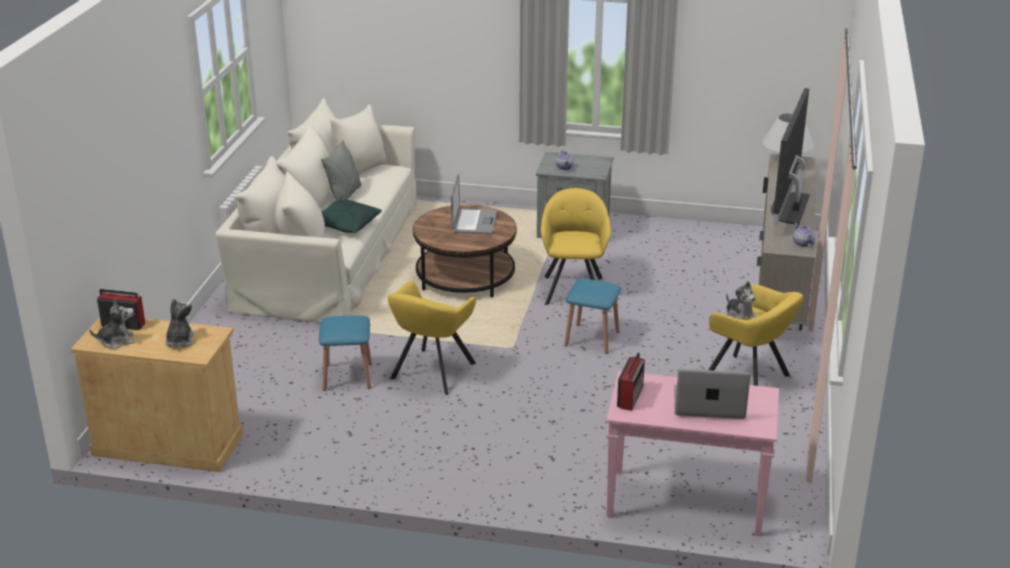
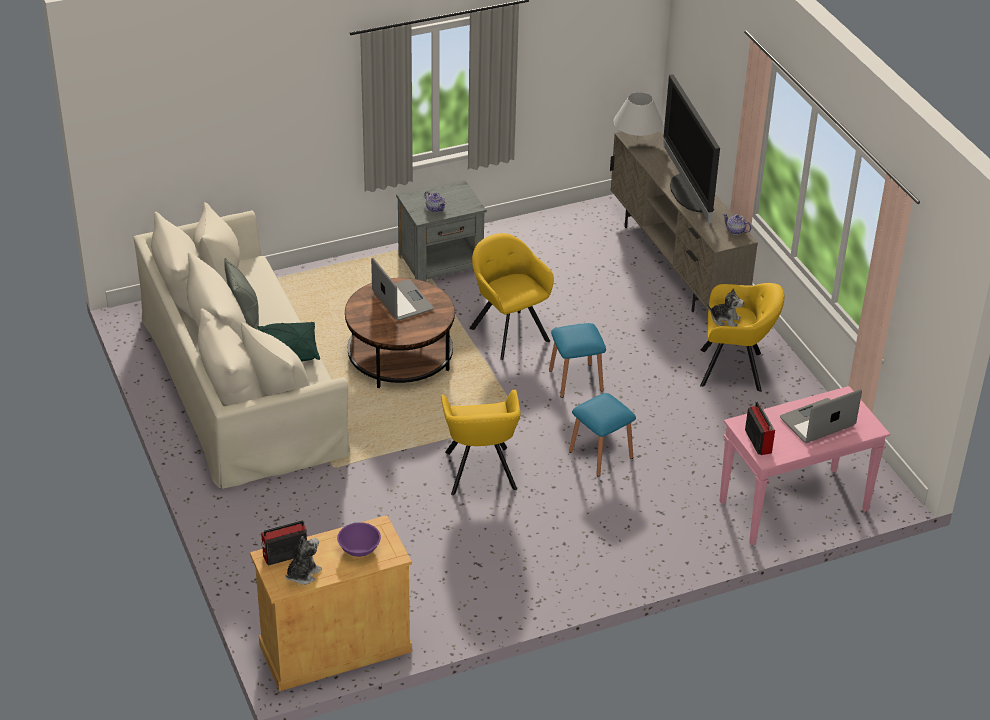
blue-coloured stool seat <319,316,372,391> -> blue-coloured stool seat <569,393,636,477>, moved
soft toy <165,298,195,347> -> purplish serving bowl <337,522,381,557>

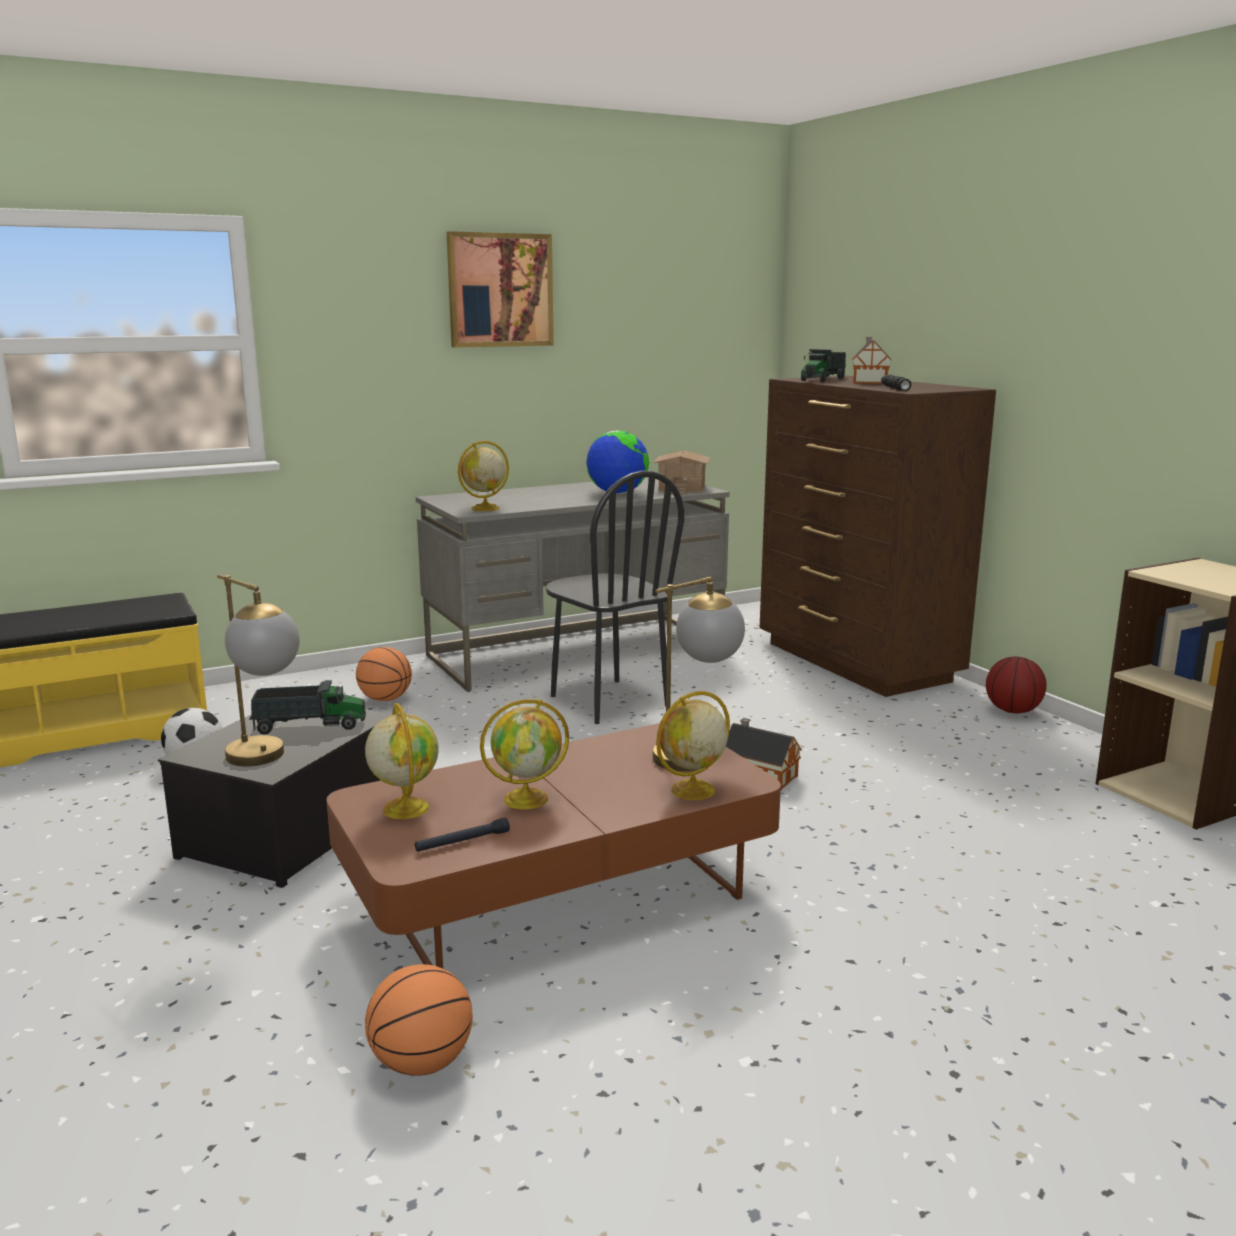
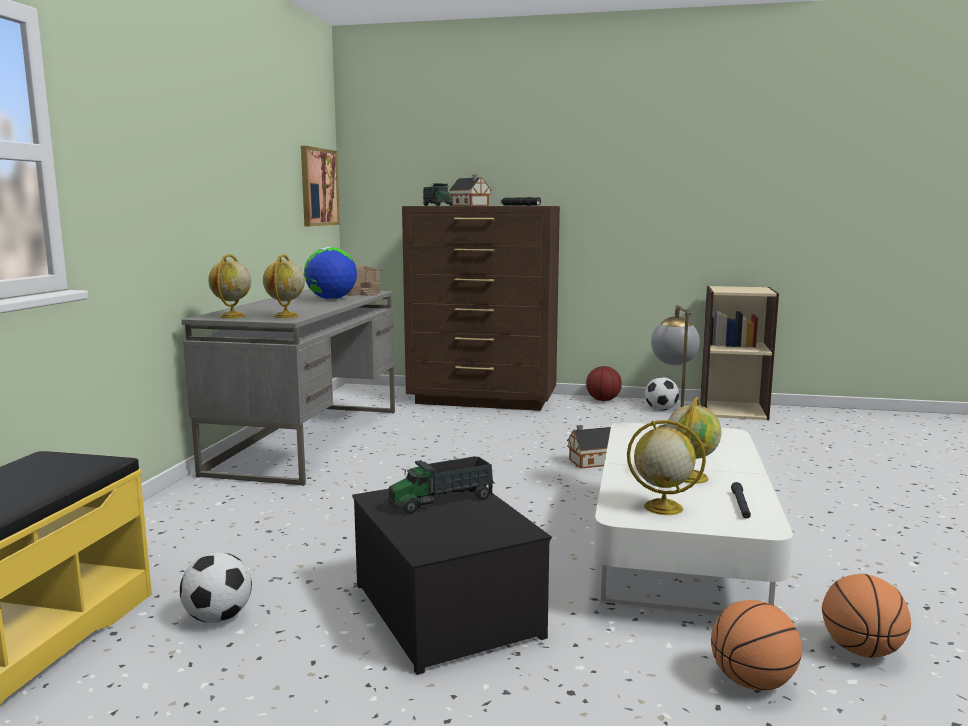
table lamp <217,575,300,767> -> none
black-coloured upright chair <546,471,684,724> -> none
none -> football ball <645,377,679,411>
basketball <356,647,412,701> -> basketball <711,600,802,690>, moved
picture <447,231,554,348> -> picture <301,146,340,226>, moved
world globe <656,691,730,800> -> world globe <208,254,251,318>, moved
brown-coloured low table <327,723,781,968> -> whitish low table <594,422,793,615>
toy lorry <249,680,366,735> -> toy lorry <389,456,495,514>, 150 degrees counterclockwise

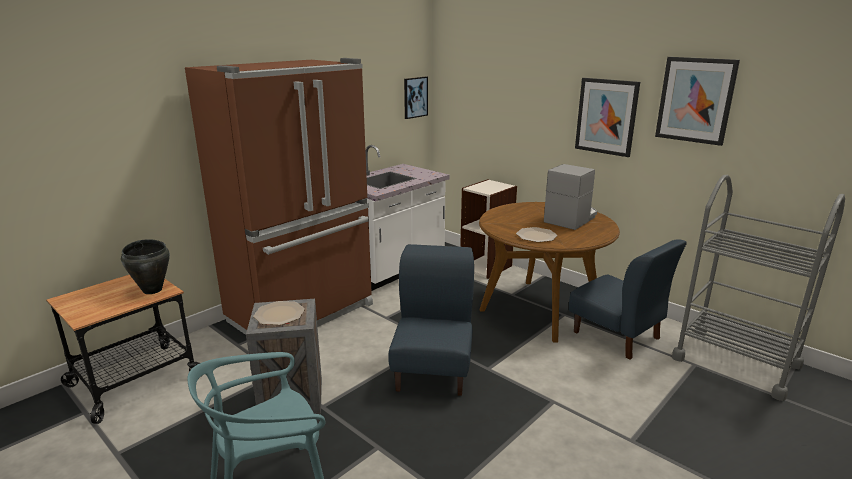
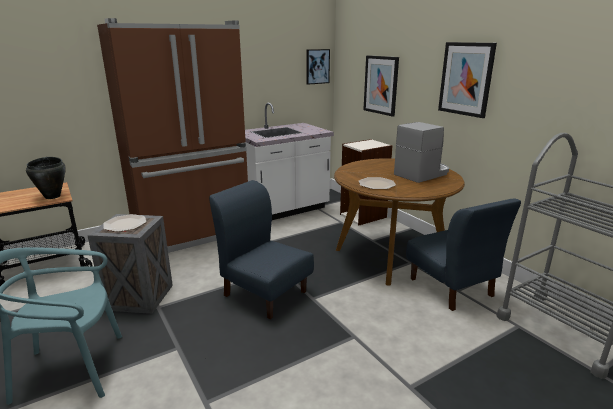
picture <655,57,740,146> -> picture <363,55,399,117>, moved
blue-coloured upright chair <388,244,474,396> -> blue-coloured upright chair <209,180,314,319>, 75 degrees counterclockwise

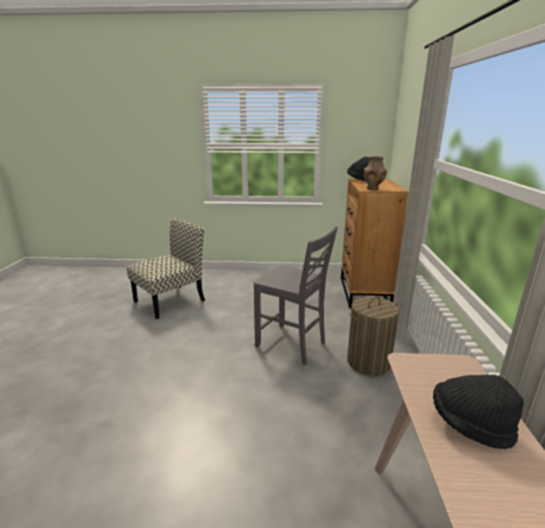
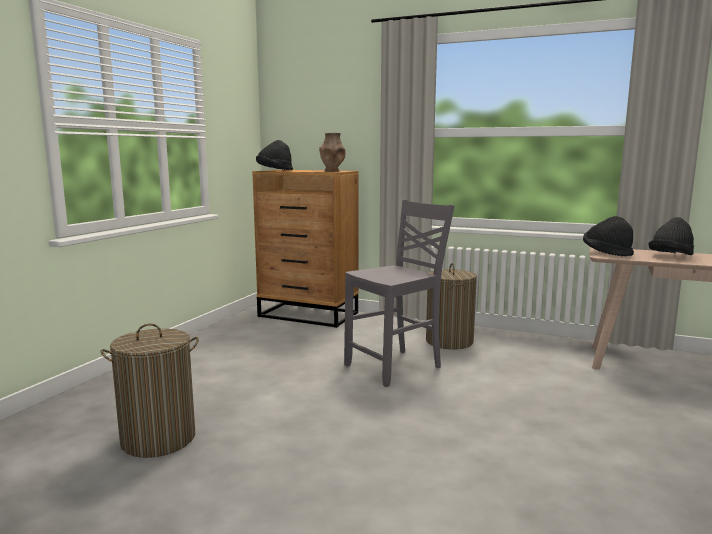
none -> black-coloured clothing hat <583,216,634,257>
upright chair <127,218,205,319> -> laundry basket <100,323,199,458>

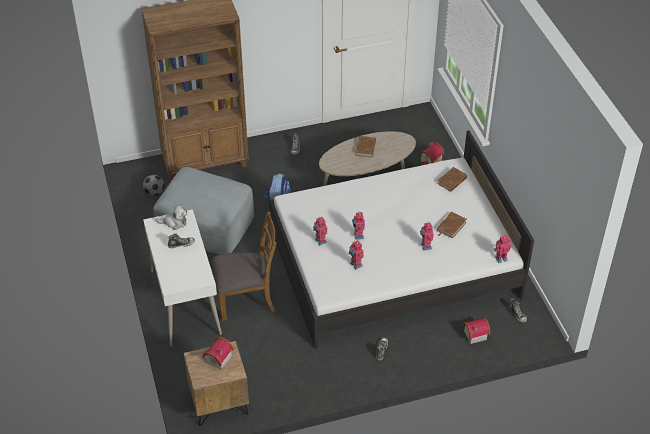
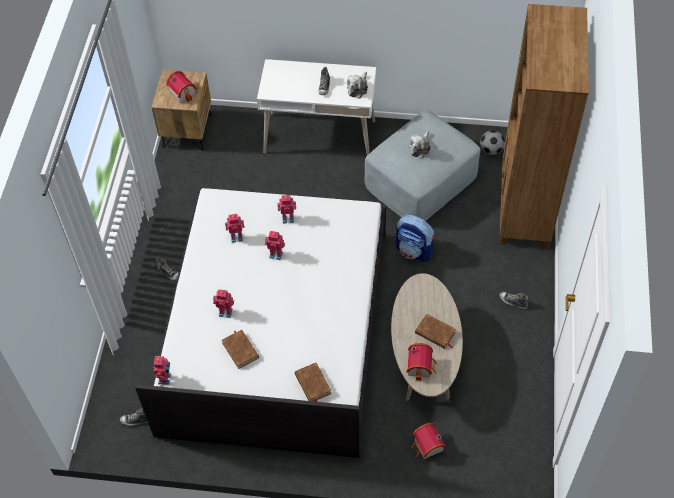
brown-coloured upright chair <213,211,276,321> -> none
none -> soft toy <409,131,431,159>
model house <462,317,490,344> -> model house <407,343,437,381>, moved

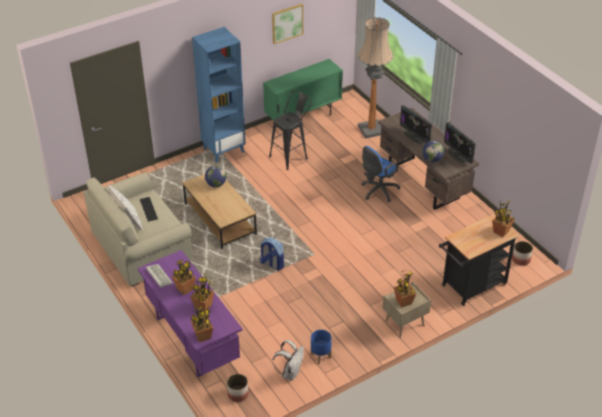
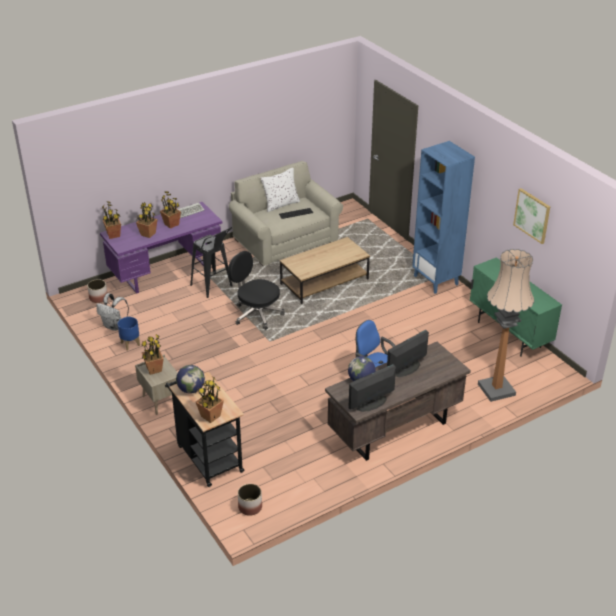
world globe <205,166,226,187> -> world globe <176,365,205,394>, moved
black-coloured stool seat <269,90,311,170> -> black-coloured stool seat <190,227,232,298>, moved
knapsack <260,237,284,271> -> black-coloured office chair <228,251,285,330>

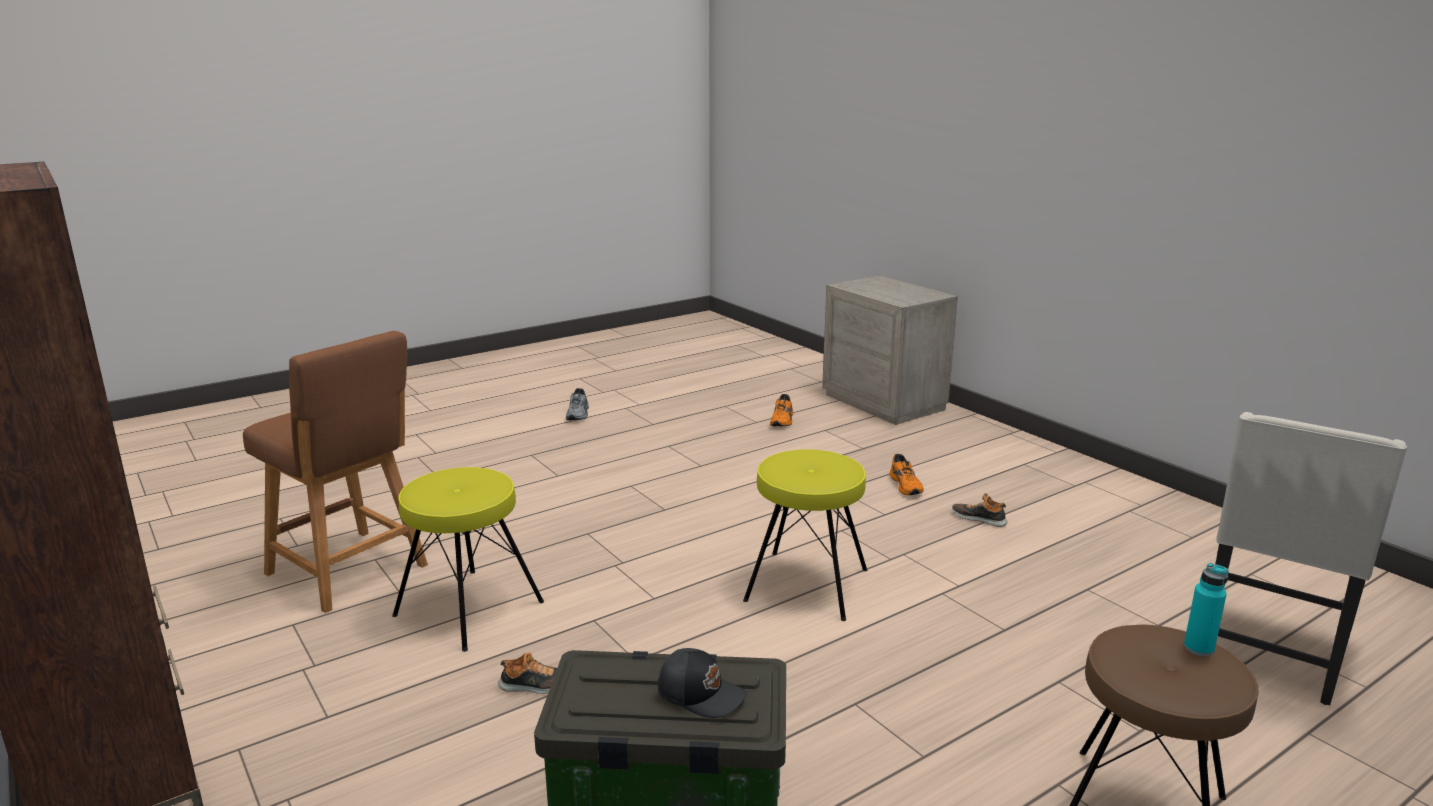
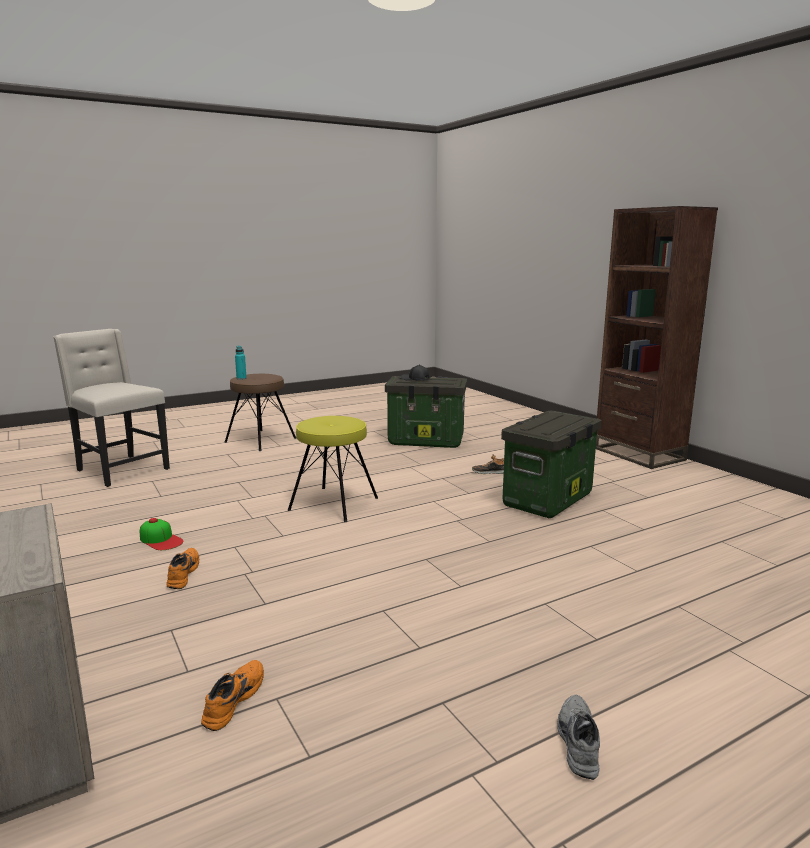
brown-coloured stool seat <243,331,428,613> -> none
yellow stool seat <392,467,544,652> -> storage bin <501,411,602,518>
item of footwear <952,493,1008,527> -> peaked cap <140,518,183,550>
beige upright chair <1215,412,1408,705> -> beige upright chair <53,329,170,487>, 90 degrees counterclockwise

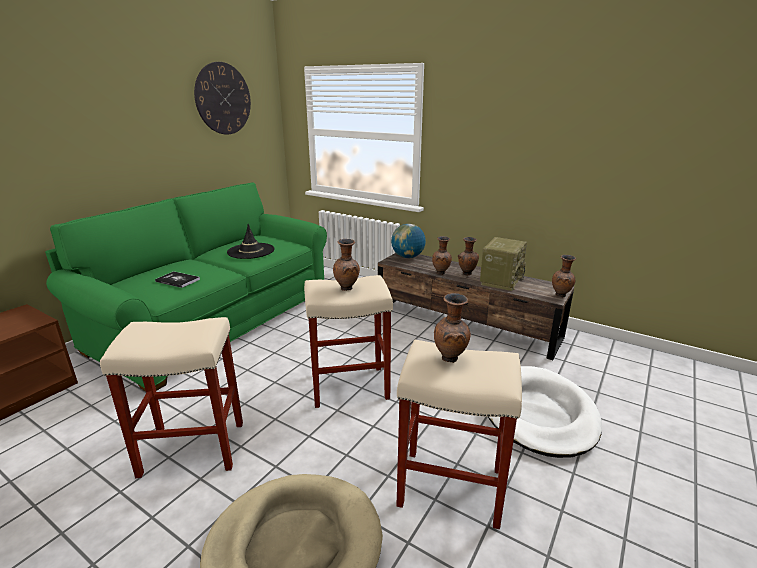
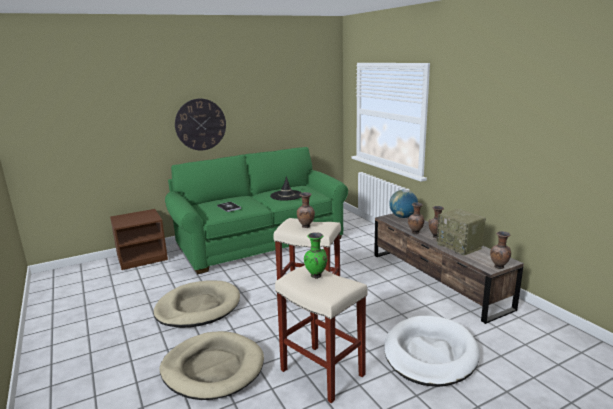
clock on the wall <194,62,251,134> -> clock on the wall <175,99,226,150>, moved
beige stool seat <100,317,243,478> -> beige pet bed <154,281,240,328>
brown-coloured decorative vase <434,293,471,363> -> greenish decorative vase <304,232,327,279>
radio receiver <480,237,527,291> -> radio receiver <437,209,486,256>, 90 degrees clockwise

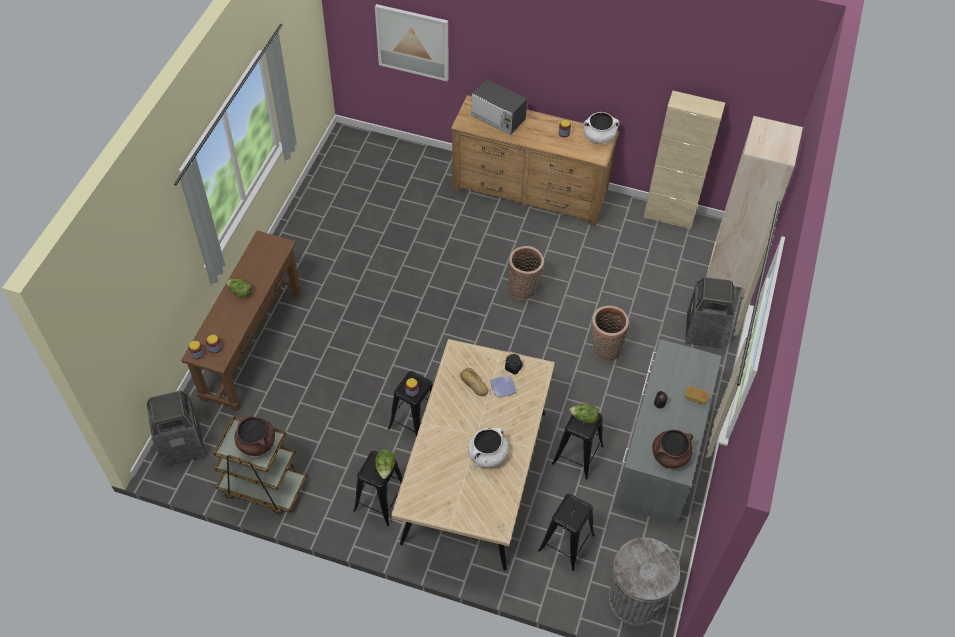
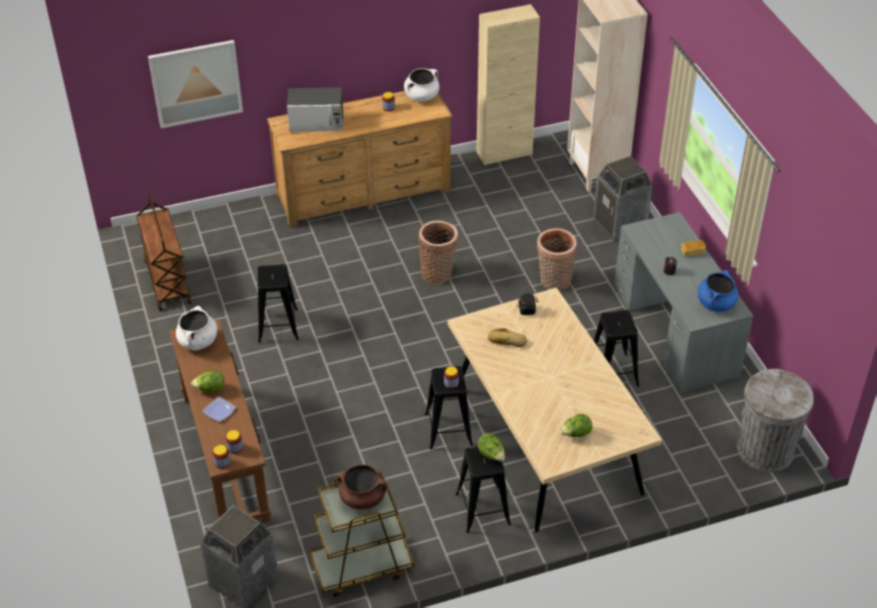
none -> brown-coloured cart <136,193,191,311>
whitish saucepot <468,428,508,468> -> whitish saucepot <176,306,217,351>, moved
flat dish <490,375,517,397> -> flat dish <202,397,236,422>, moved
black-coloured stool seat <538,494,595,571> -> black-coloured stool seat <257,264,299,343>, moved
lettuce head <569,404,598,424> -> lettuce head <560,414,593,437>, moved
brown-coloured saucepot <652,430,693,468> -> blue-coloured saucepot <698,270,738,312>

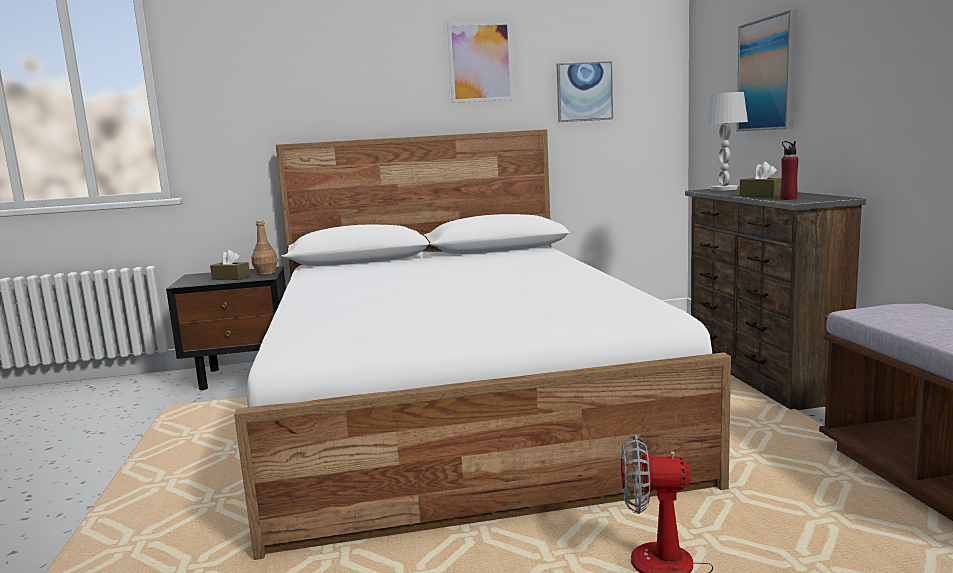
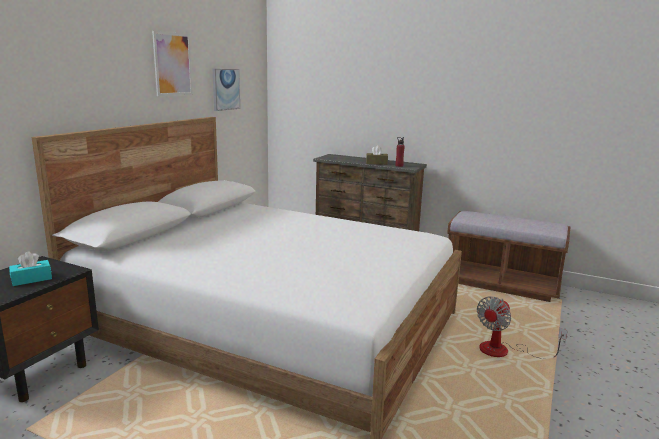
brown-coloured beverage bottle <251,220,278,275> -> none
whitish table lamp <703,92,748,191> -> none
picture <737,10,797,131> -> none
brown-coloured box of tissues <210,250,250,280> -> turquoise-coloured box of tissues <9,252,52,286>

